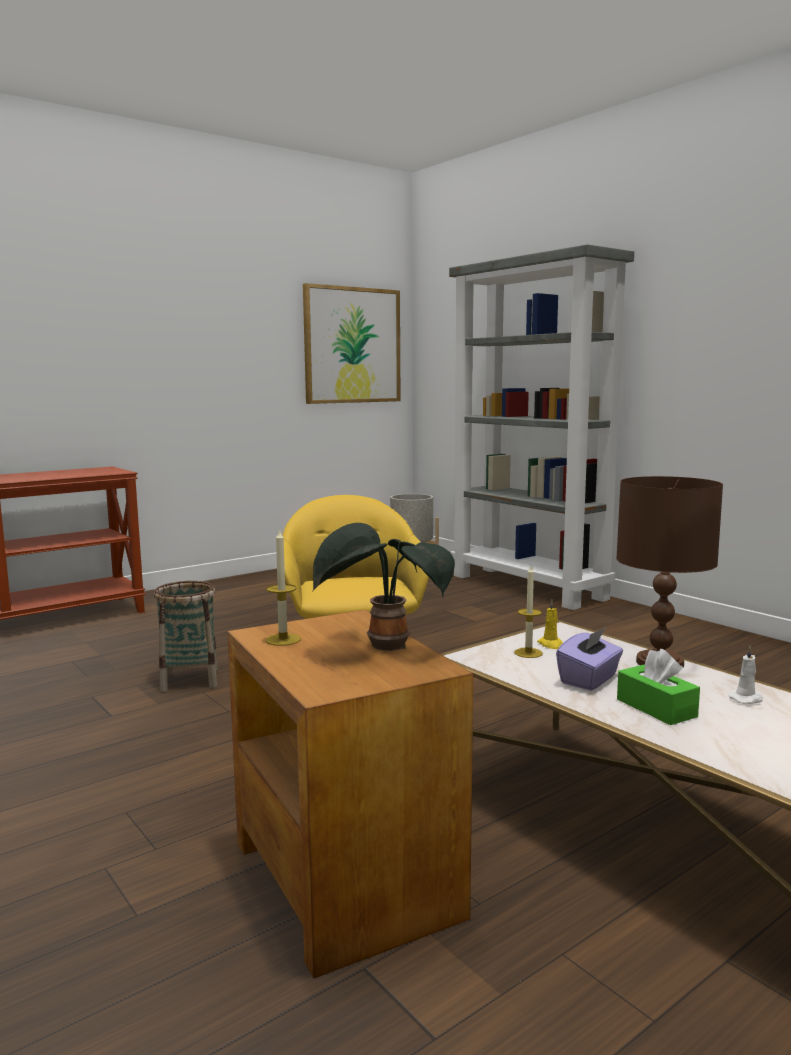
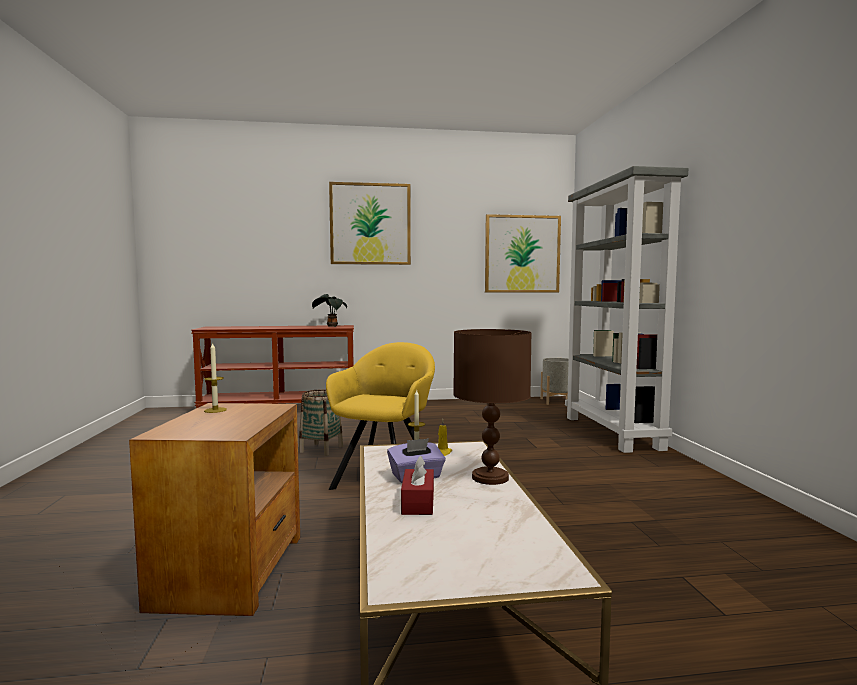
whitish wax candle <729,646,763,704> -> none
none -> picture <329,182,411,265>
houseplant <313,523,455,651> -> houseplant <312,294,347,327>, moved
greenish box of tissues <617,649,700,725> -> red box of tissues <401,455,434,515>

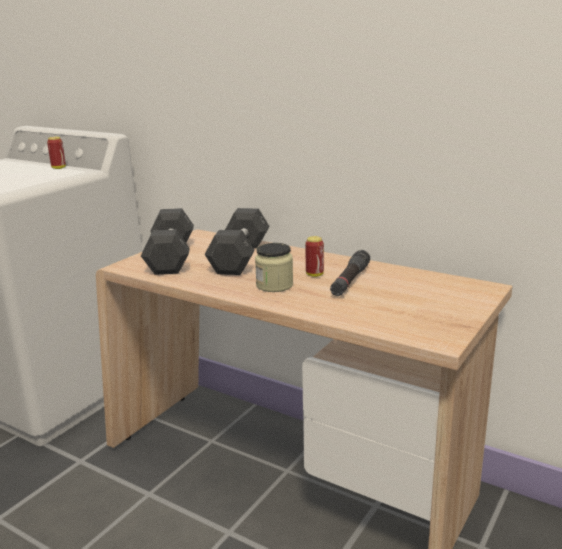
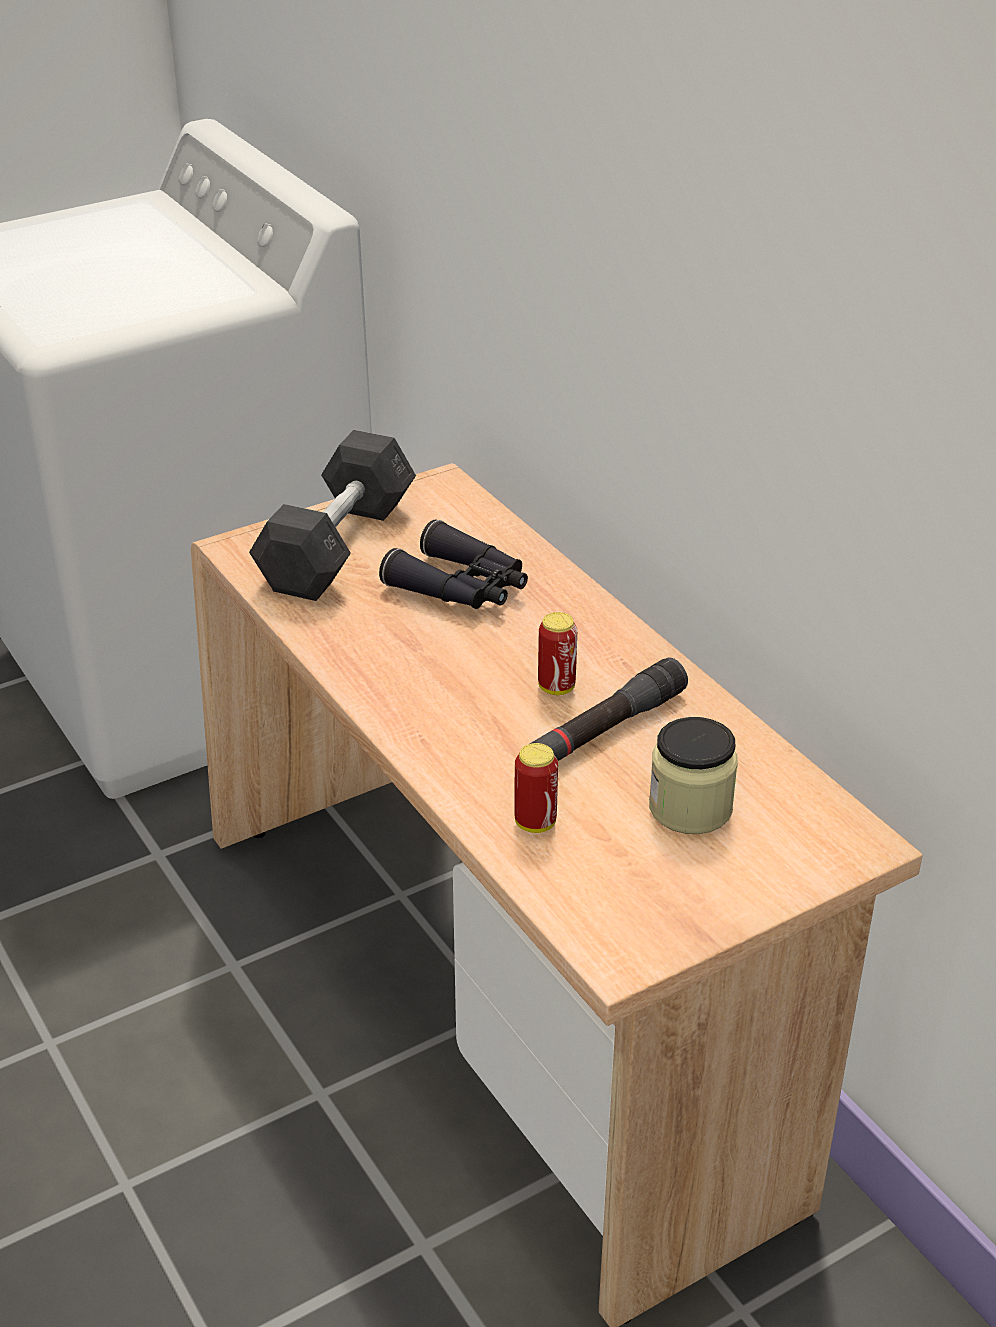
metal can <47,137,66,169> -> metal can <514,743,558,833>, moved
storage jar <255,243,293,292> -> storage jar <649,717,738,834>, moved
grey free weight <205,208,270,275> -> black-coloured pair of binoculars <379,520,528,609>

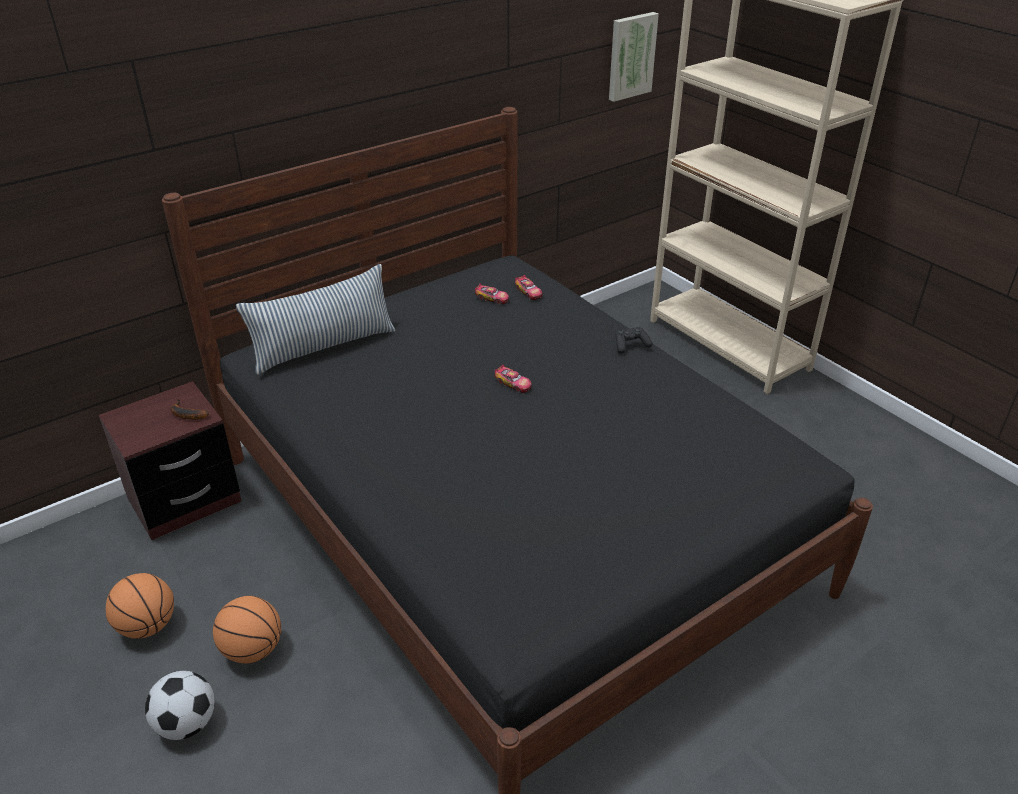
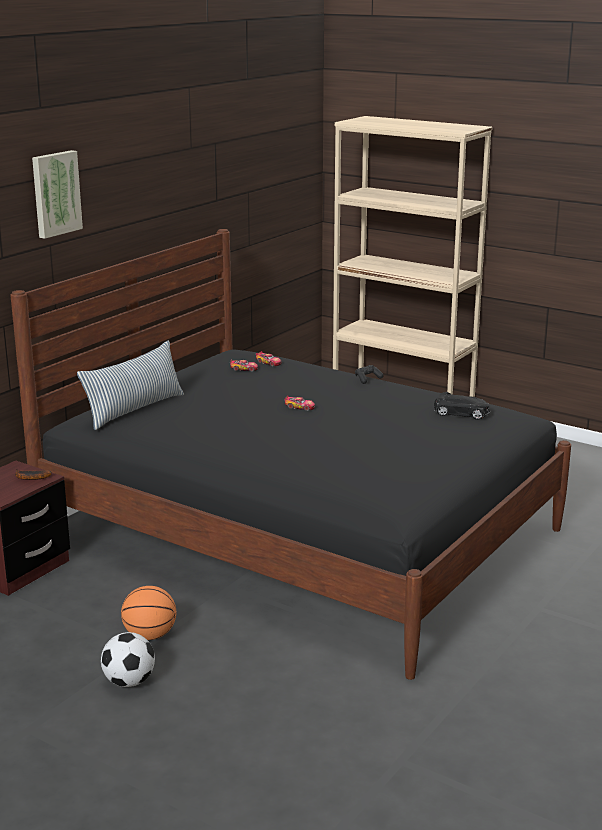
basketball <106,573,174,639> -> none
none -> black-coloured model car <434,392,490,420>
picture <609,12,659,102> -> picture <32,150,83,239>, moved

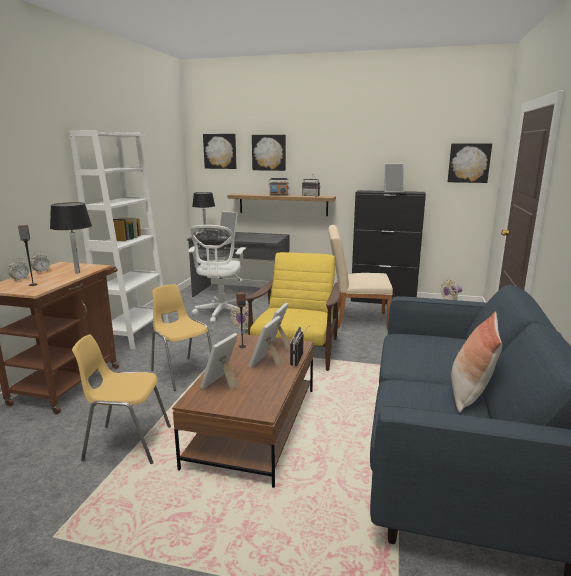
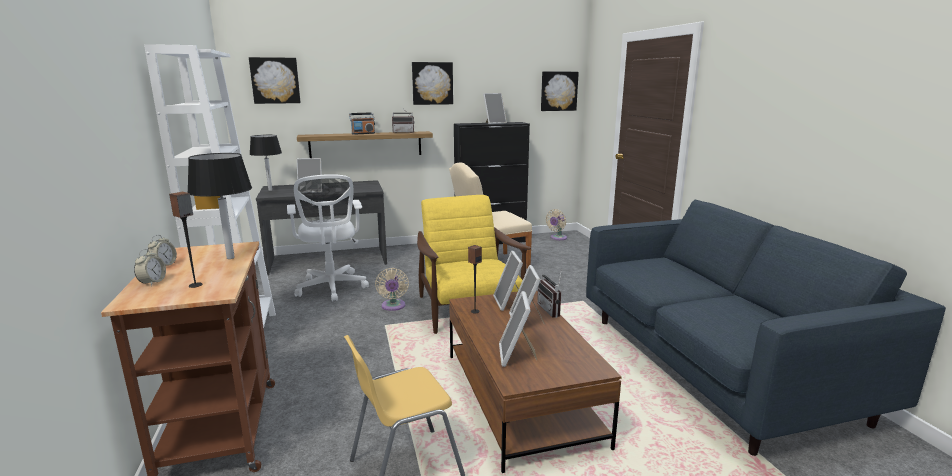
yellow upright chair <151,284,212,391> -> none
throw pillow <451,312,502,412> -> none
picture <252,135,286,171> -> picture <412,62,453,105>, moved

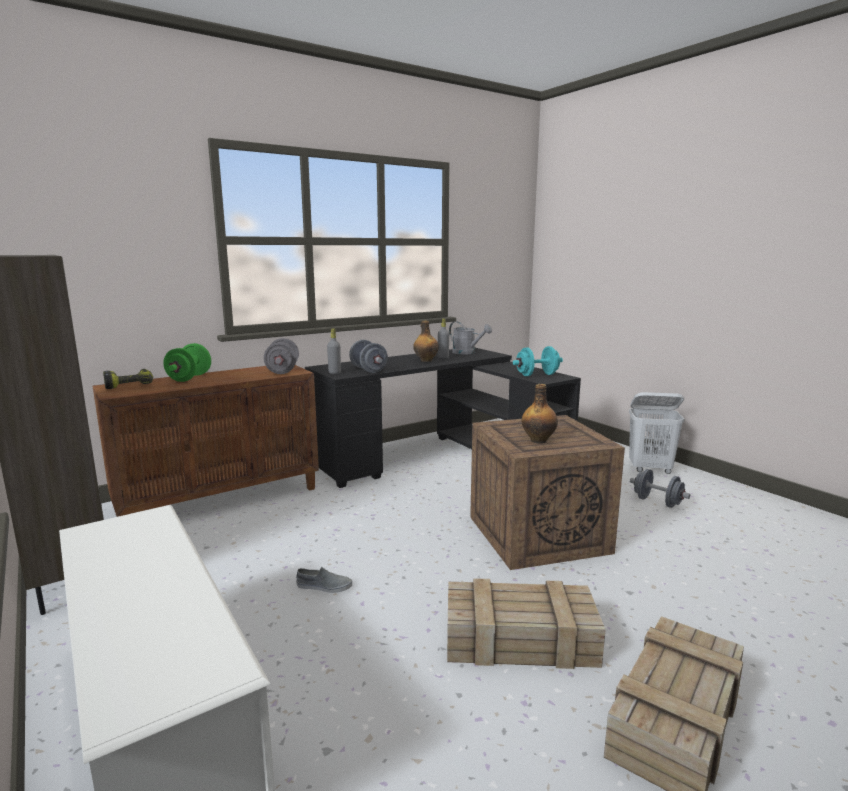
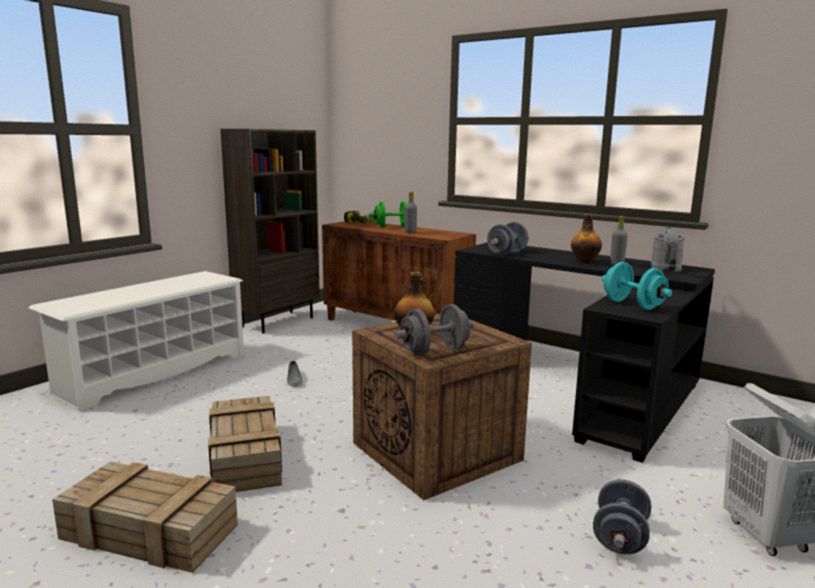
grey free weight <264,338,299,374> -> grey free weight <395,304,473,356>, moved
grey beverage bottle <327,328,341,374> -> grey beverage bottle <405,192,417,233>, moved

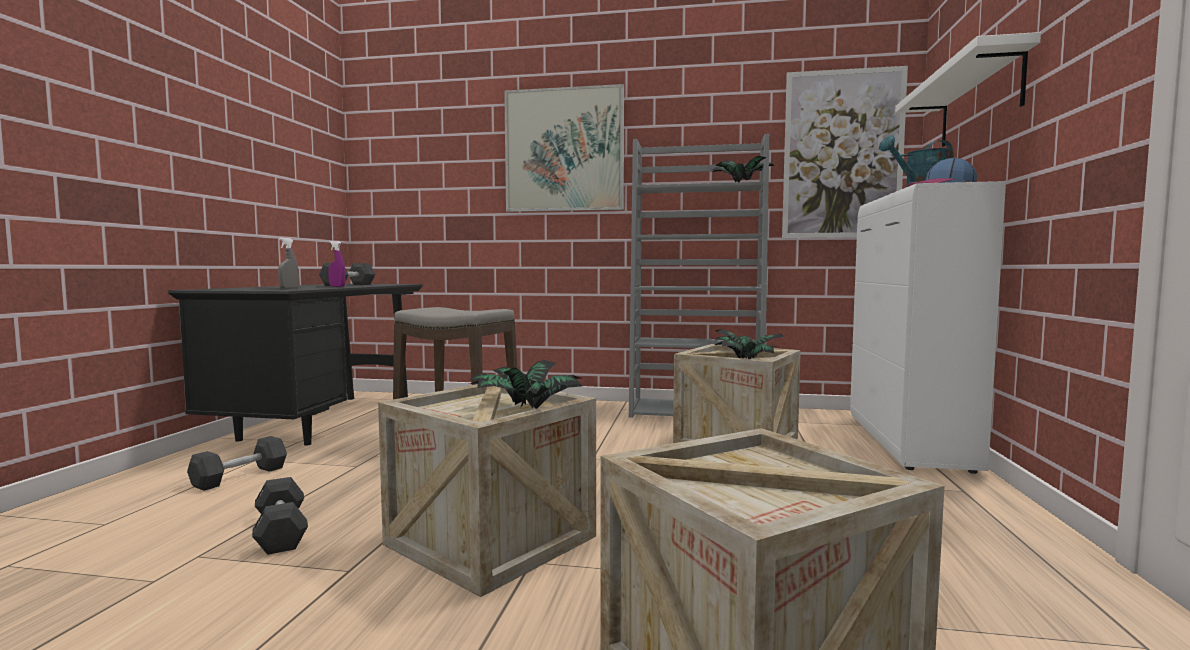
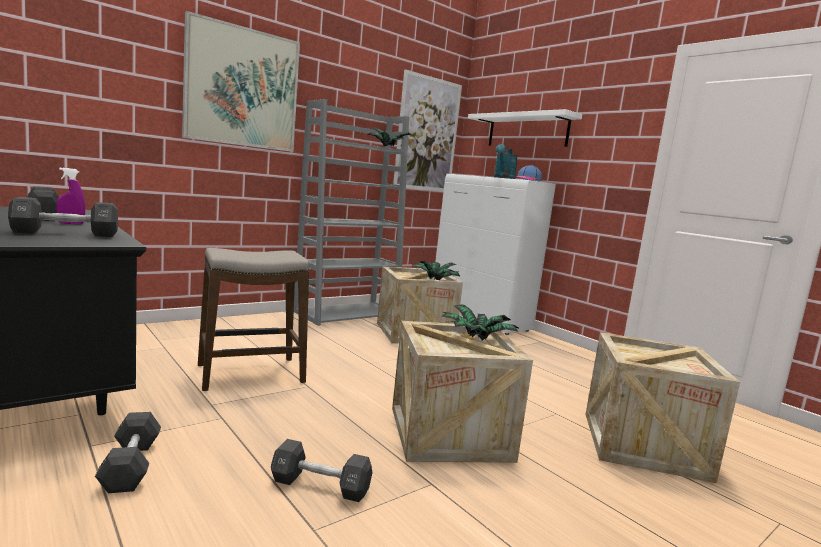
grey sprayer <278,238,299,288> -> black-coloured free weight <8,197,118,237>

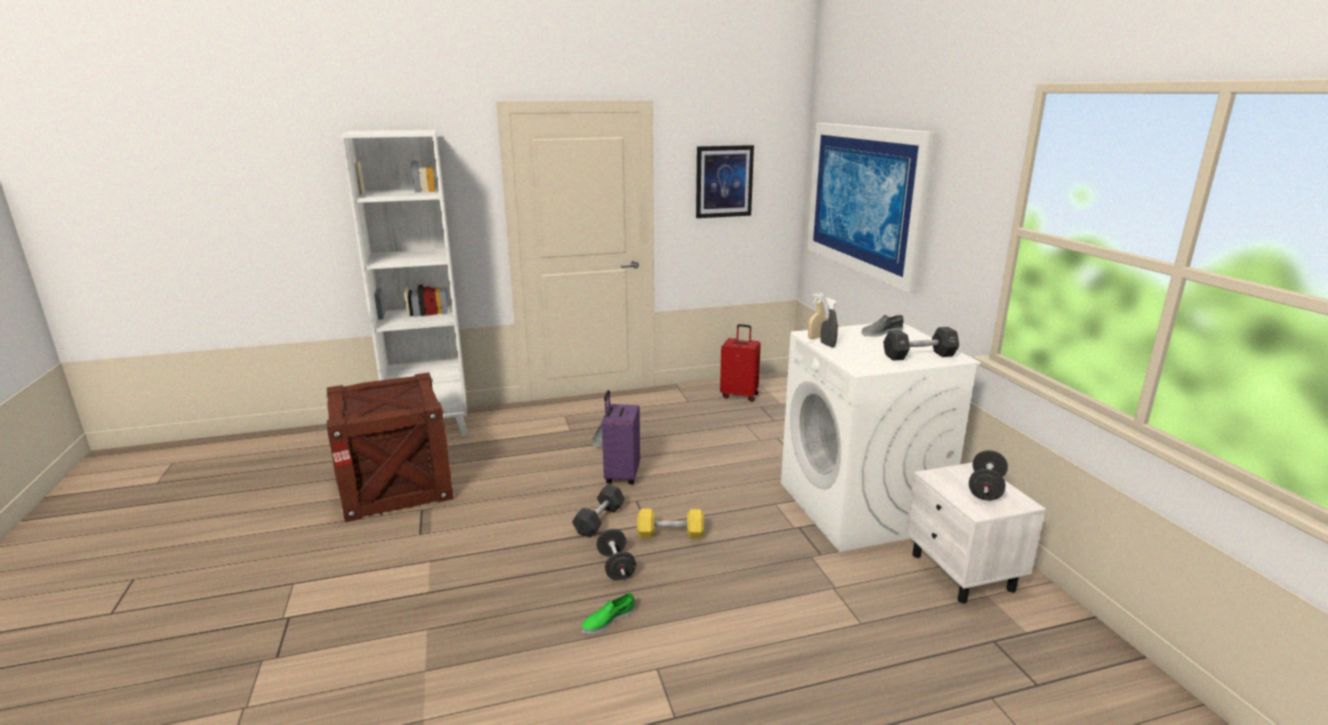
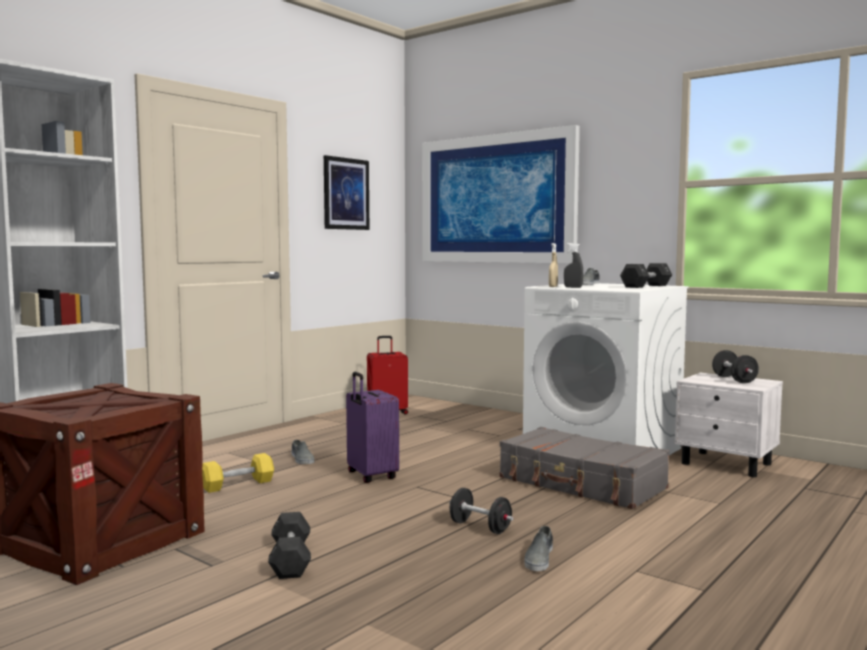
none -> grey piece of luggage <500,427,670,509>
black-coloured free weight <572,485,625,538> -> black-coloured free weight <268,512,311,579>, moved
yellow free weight <637,509,704,539> -> yellow free weight <202,453,274,493>, moved
greenish item of footwear <581,593,635,635> -> grey item of footwear <525,526,553,571>

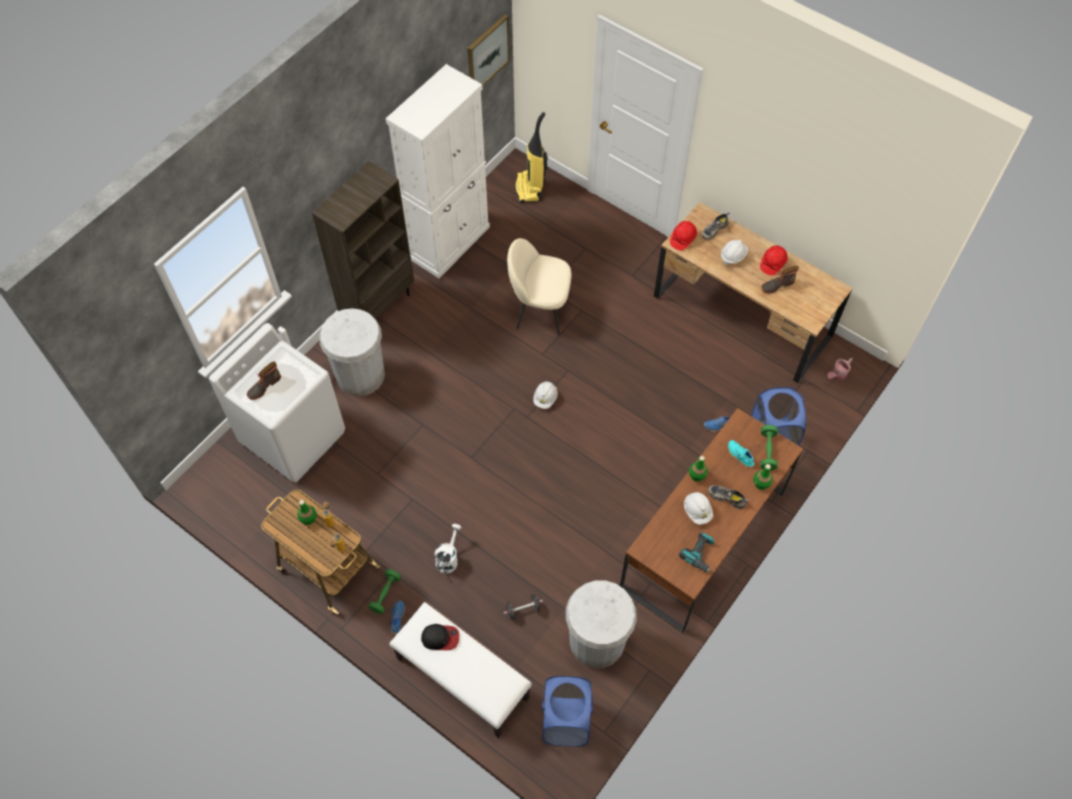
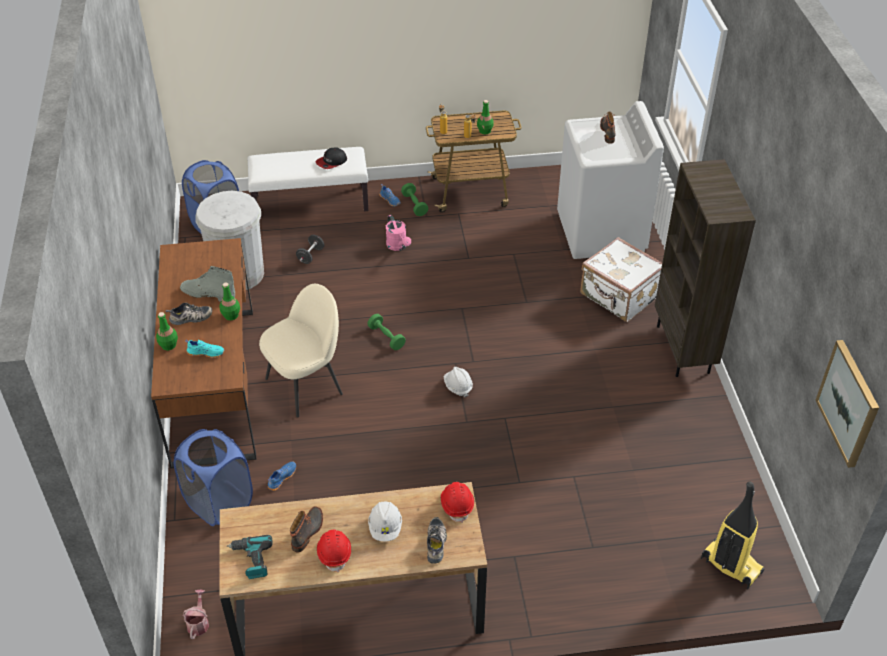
whitish storage cabinet <386,64,490,278> -> none
beige upright chair <507,238,571,335> -> beige upright chair <259,284,343,418>, moved
drill <679,532,714,572> -> drill <227,535,273,579>, moved
greenish free weight <760,425,778,471> -> greenish free weight <368,314,406,350>, moved
whitish rubbish bin <319,308,385,396> -> whitish piece of luggage <580,237,662,322>
whitish hard hat <684,492,713,525> -> grey high-top boot <180,266,235,302>
whitish watering can <435,524,461,574> -> pink watering can <386,215,411,251>

